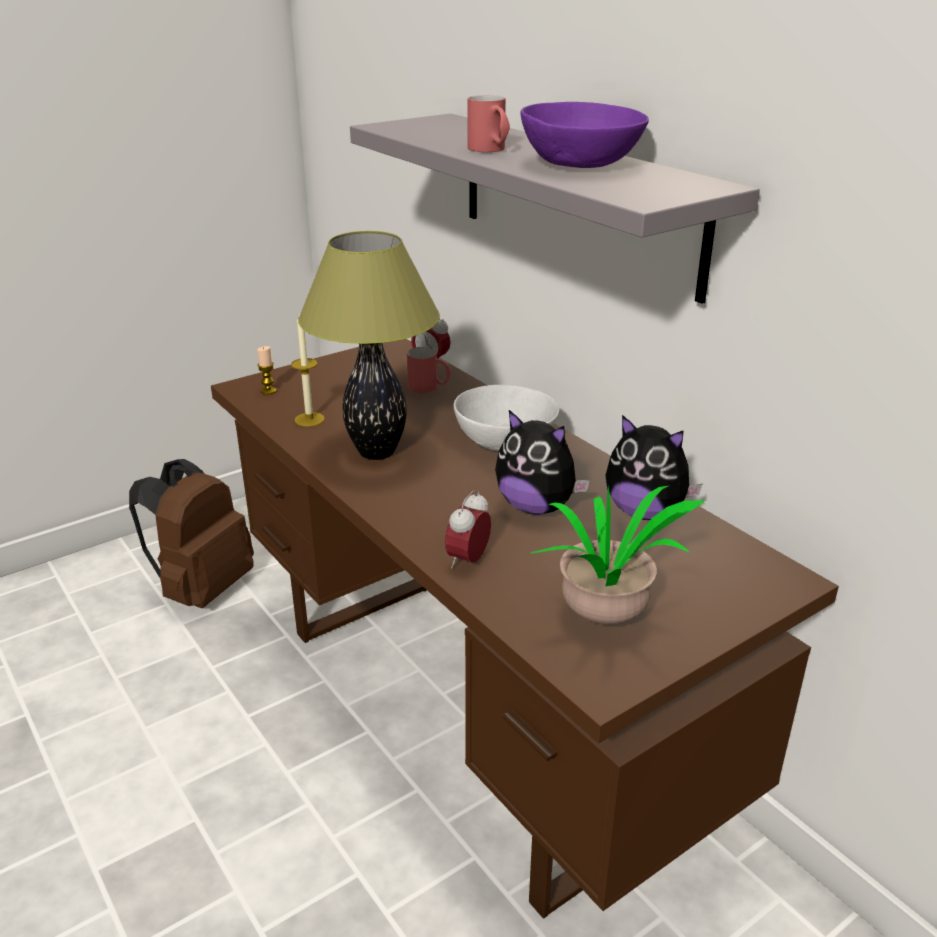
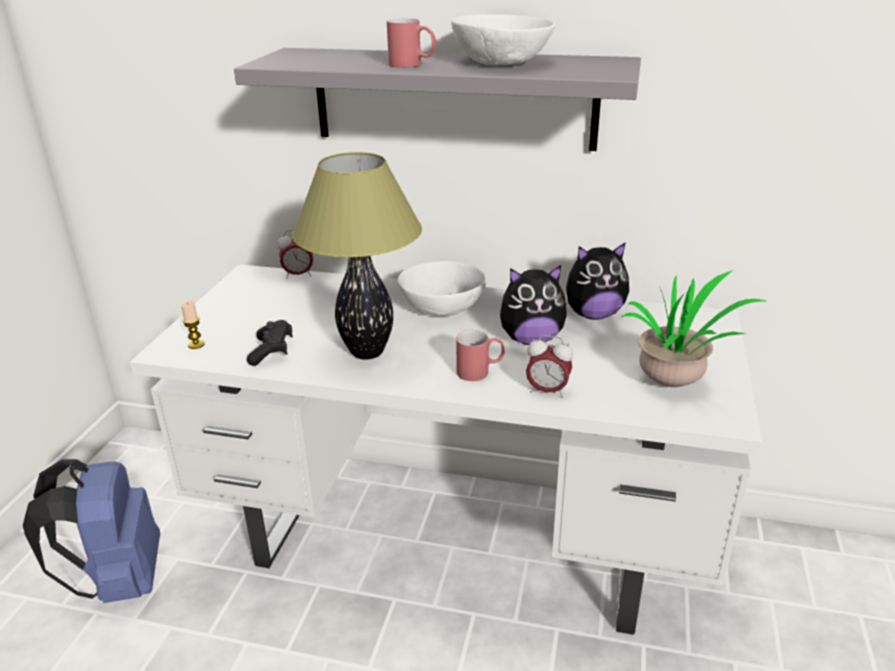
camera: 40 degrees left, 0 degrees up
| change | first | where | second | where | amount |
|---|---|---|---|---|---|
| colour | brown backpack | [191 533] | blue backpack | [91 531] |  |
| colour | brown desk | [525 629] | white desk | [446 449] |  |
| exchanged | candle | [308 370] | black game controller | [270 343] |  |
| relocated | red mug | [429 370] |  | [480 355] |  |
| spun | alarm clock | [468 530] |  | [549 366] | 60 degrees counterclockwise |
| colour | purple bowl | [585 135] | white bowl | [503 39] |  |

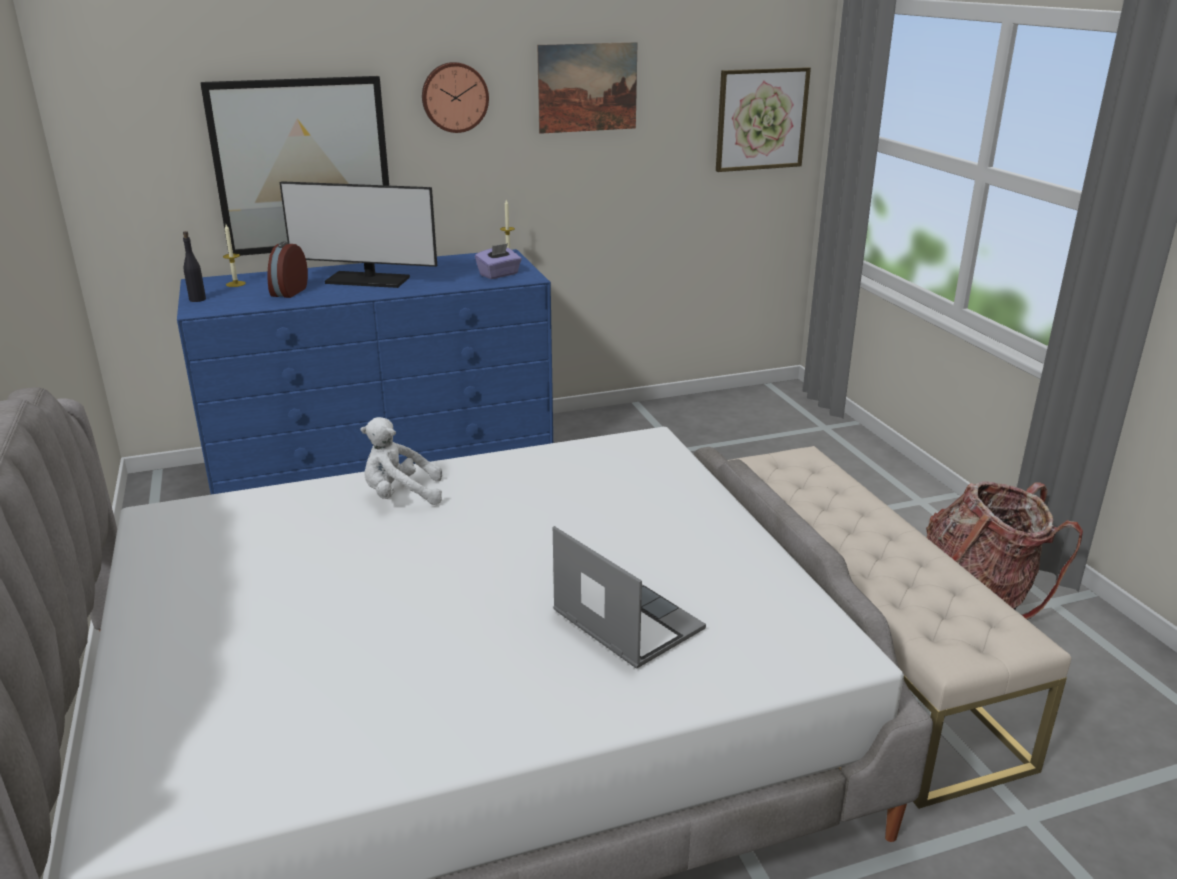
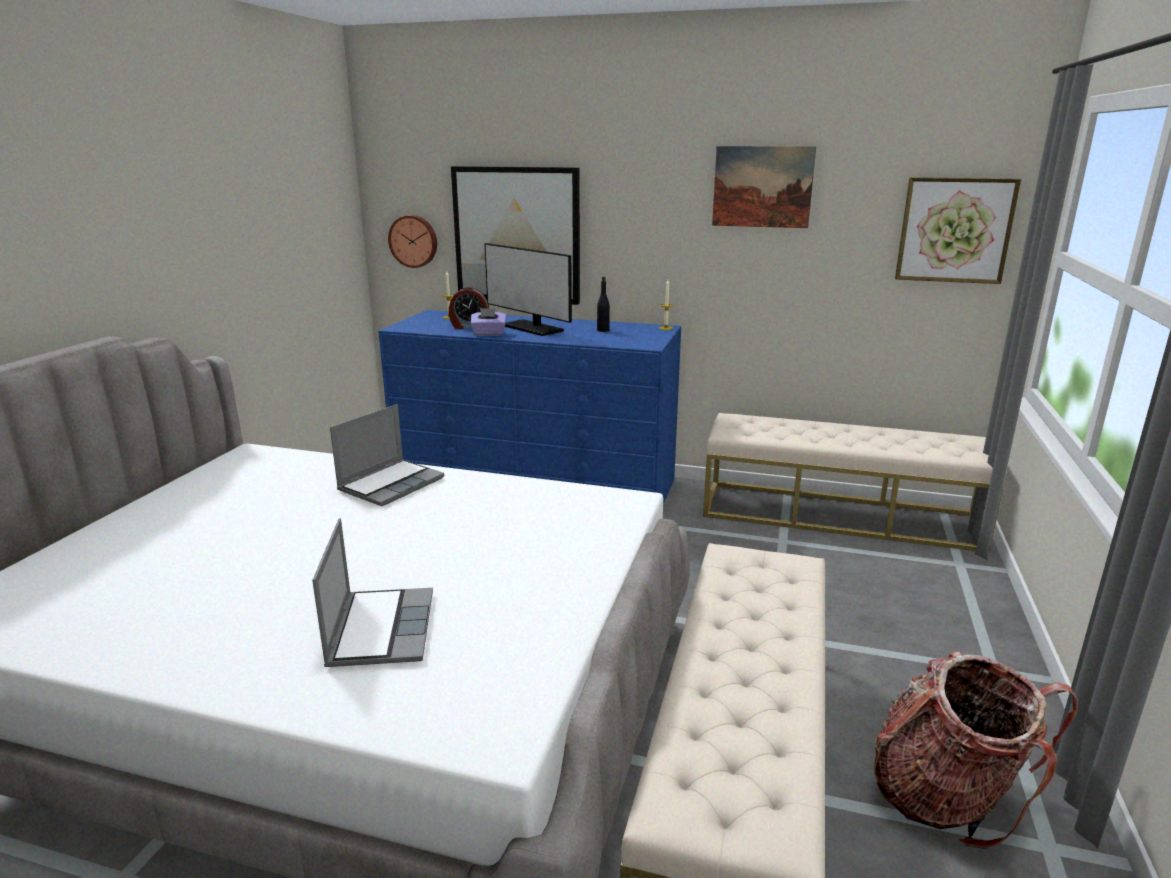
camera: 35 degrees right, 5 degrees down
| change | first | where | second | where | amount |
|---|---|---|---|---|---|
| relocated | black bottle | [194 266] |  | [603 304] |  |
| spun | alarm clock | [287 269] |  | [469 308] | 135 degrees counterclockwise |
| exchanged | white plush toy | [401 461] | laptop | [387 455] |  |
| relocated | wall clock | [455 97] |  | [412 241] |  |
| relocated | purple tissue box | [498 261] |  | [488 322] |  |
| appeared |  |  | beige bench | [855 483] |  |

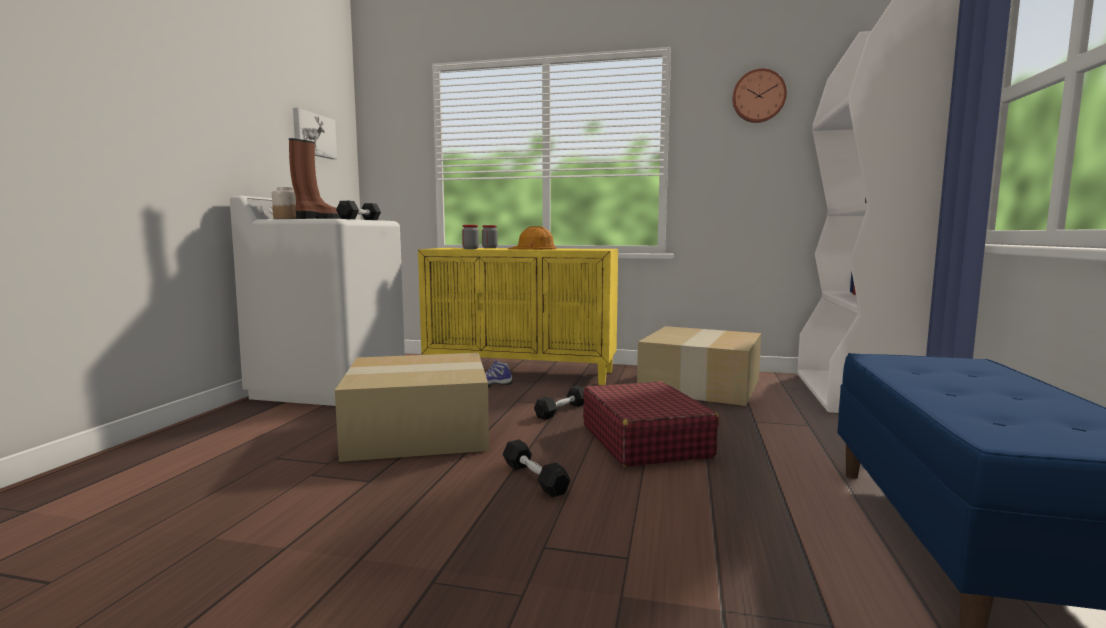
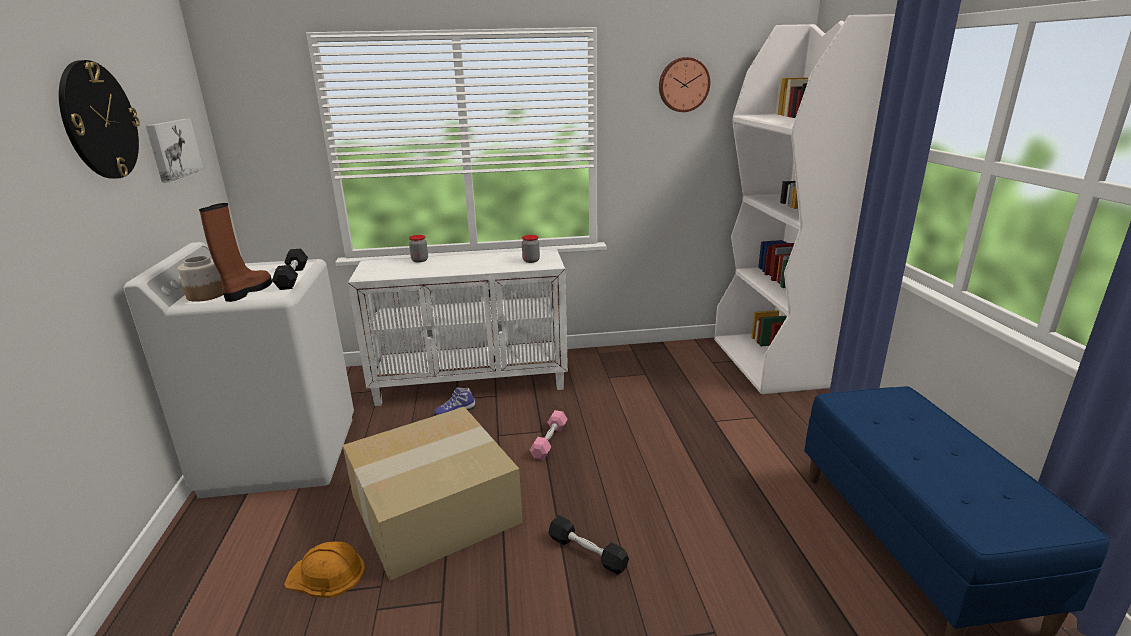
camera: 20 degrees left, 15 degrees up
| change | first | where | second | where | amount |
|---|---|---|---|---|---|
| colour | yellow cabinet | [518 316] | white cabinet | [458 327] |  |
| relocated | jar | [470 237] |  | [531 249] |  |
| relocated | orange hard hat | [532 238] |  | [324 570] |  |
| colour | black dumbbell | [559 402] | pink dumbbell | [549 435] |  |
| missing | red suitcase | [651 424] |  |  |  |
| missing | cardboard box | [699 366] |  |  |  |
| appeared |  |  | wall clock | [99 119] |  |

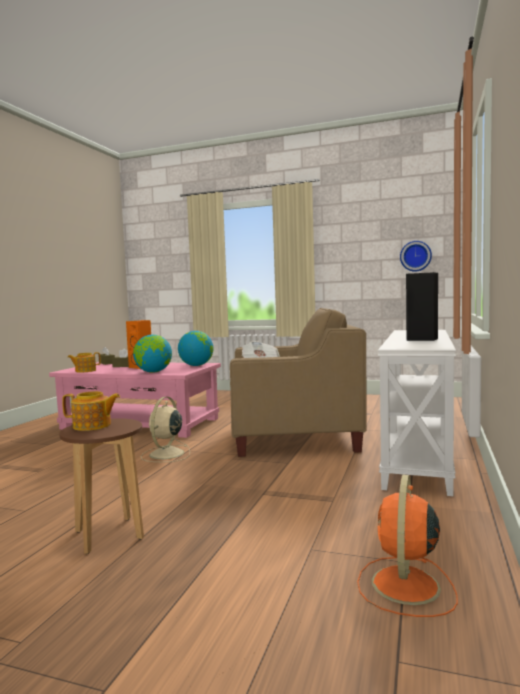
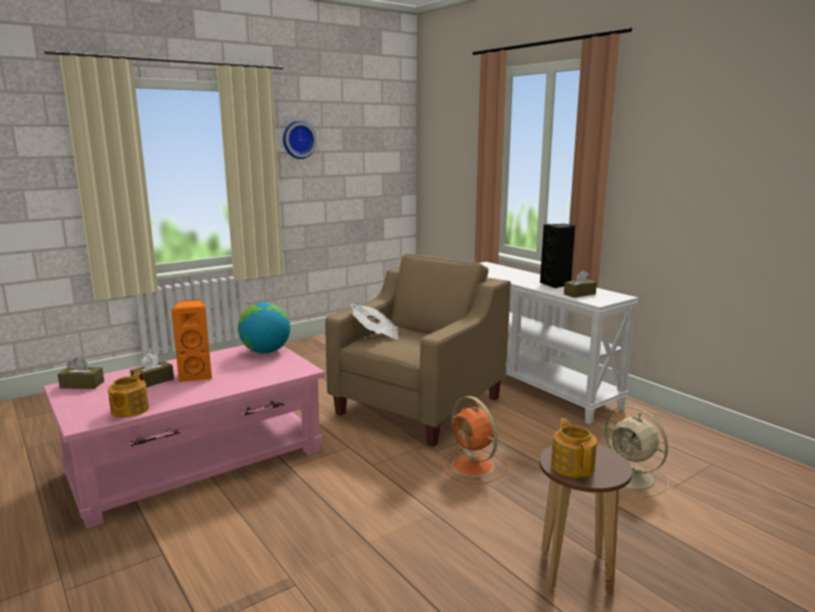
camera: 55 degrees left, 10 degrees up
| change | first | where | second | where | amount |
|---|---|---|---|---|---|
| spun | teapot | [91 411] |  | [574 448] | 45 degrees counterclockwise |
| missing | globe | [152 354] |  |  |  |
| relocated | beige fan | [165 429] |  | [636 452] |  |
| relocated | orange fan | [407 546] |  | [474 440] |  |
| relocated | wall clock | [416 256] |  | [300 140] |  |
| appeared |  |  | brown tissue box | [580 284] |  |

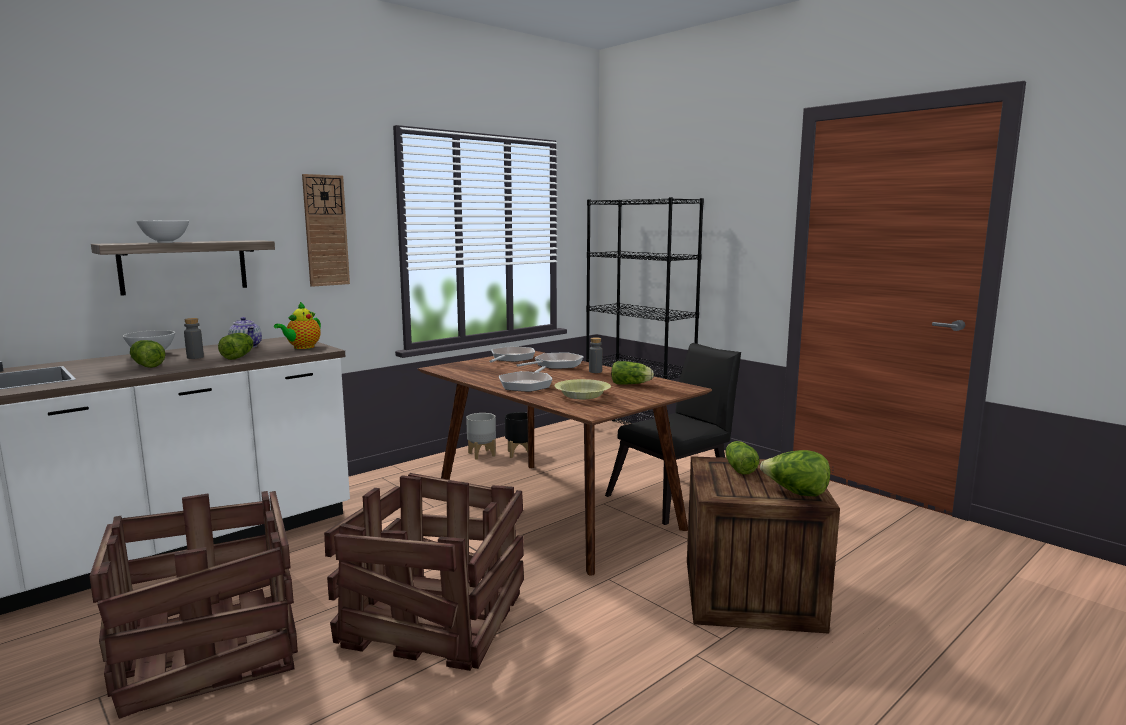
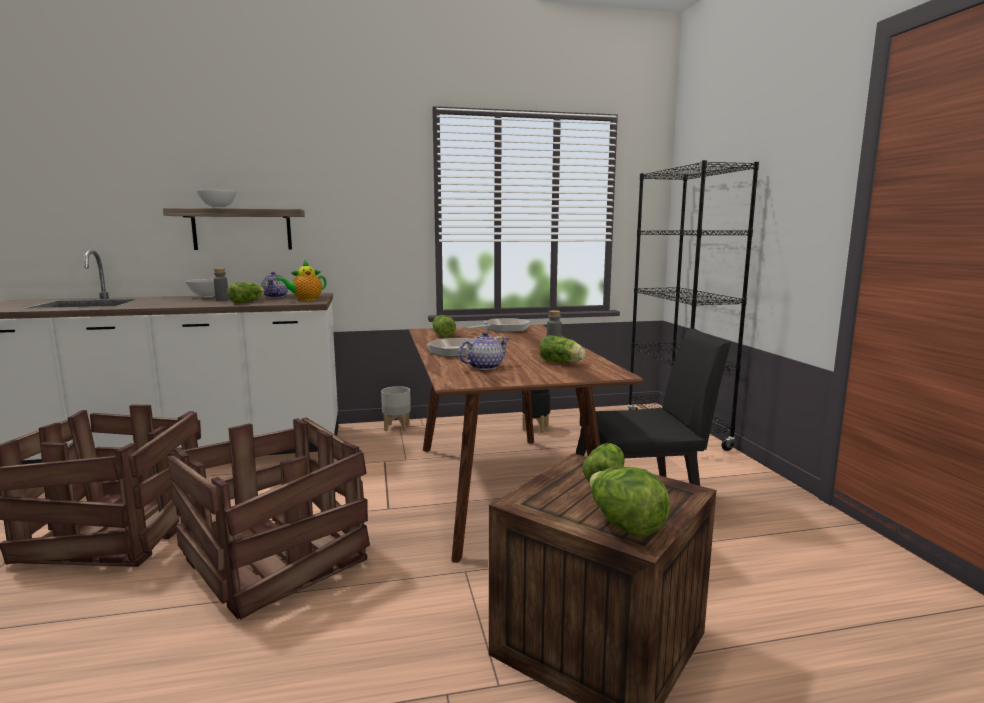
camera: 30 degrees right, 0 degrees up
| change | first | where | second | where | amount |
|---|---|---|---|---|---|
| relocated | lettuce | [147 354] |  | [444 326] |  |
| missing | wall clock | [326 230] |  |  |  |
| relocated | grey planter | [481 436] |  | [396 408] |  |
| missing | frying pan | [550 360] |  |  |  |
| exchanged | yellow bowl | [582 389] | teapot | [484 351] |  |

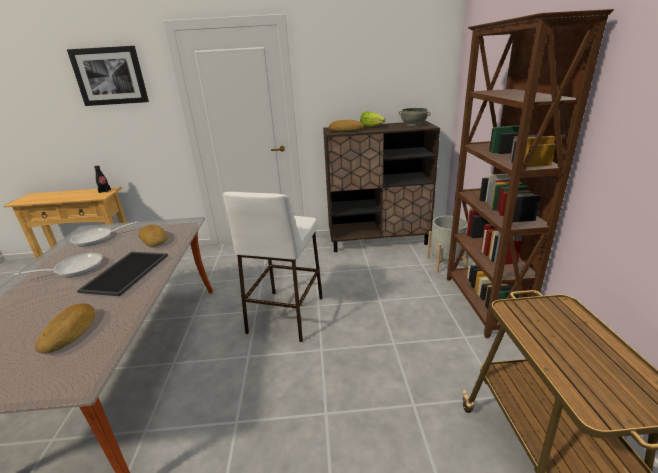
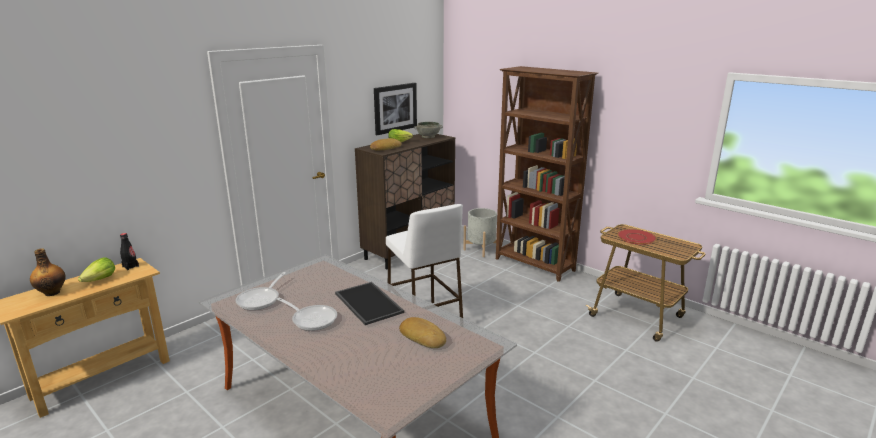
camera: 45 degrees left, 5 degrees down
| change | first | where | second | where | amount |
|---|---|---|---|---|---|
| spun | frying pan | [58 265] |  | [307 314] | 105 degrees clockwise |
| relocated | picture | [108 76] |  | [395 109] |  |
| missing | bread | [153 236] |  |  |  |
| appeared |  |  | bottle | [48 272] |  |
| appeared |  |  | lettuce | [96 269] |  |
| appeared |  |  | red plate | [637 237] |  |

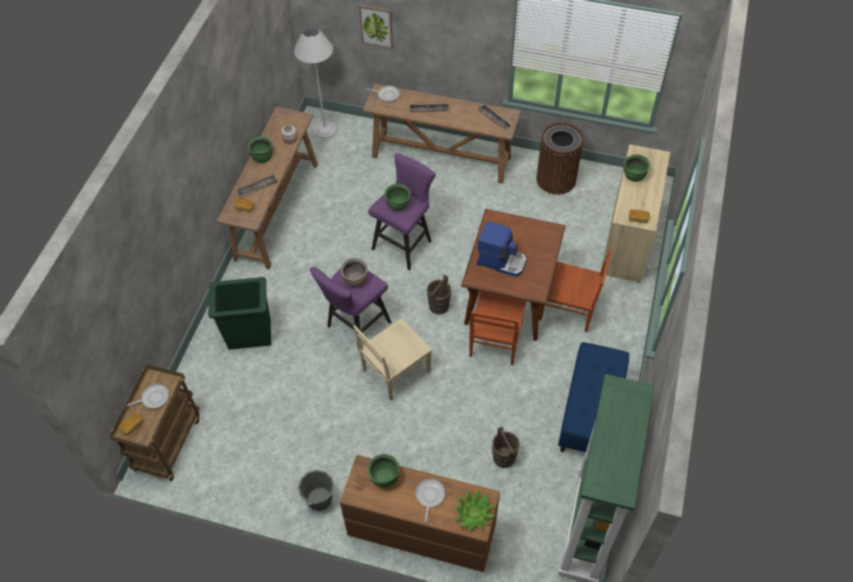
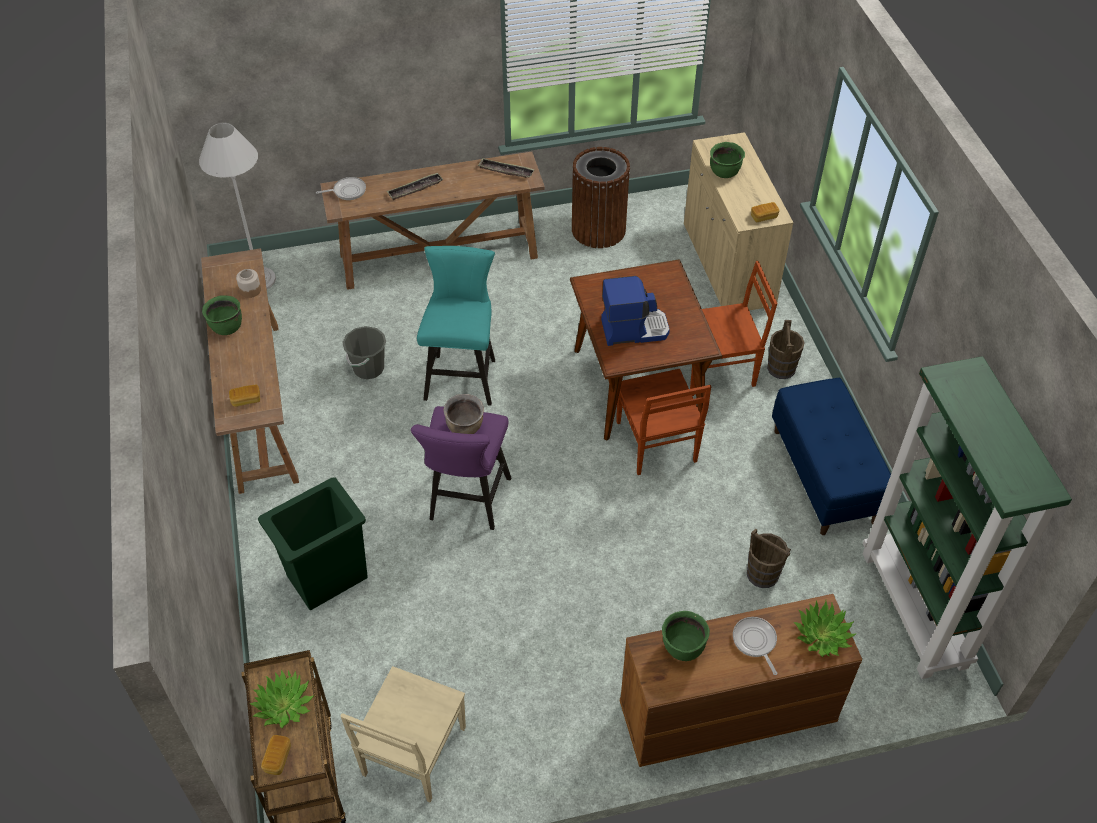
camera: 30 degrees left, 5 degrees down
| change | first | where | second | where | amount |
|---|---|---|---|---|---|
| exchanged | frying pan | [148 396] | potted plant | [282 699] |  |
| missing | tray | [257 185] |  |  |  |
| relocated | grey bucket | [316 490] |  | [364 353] |  |
| relocated | beige chair | [392 359] |  | [403 734] |  |
| missing | picture | [376 27] |  |  |  |
| colour | purple stool | [402 211] | turquoise stool | [456 326] |  |
| missing | green cooking pot | [398 197] |  |  |  |
| relocated | brown bucket | [439 294] |  | [786 349] |  |

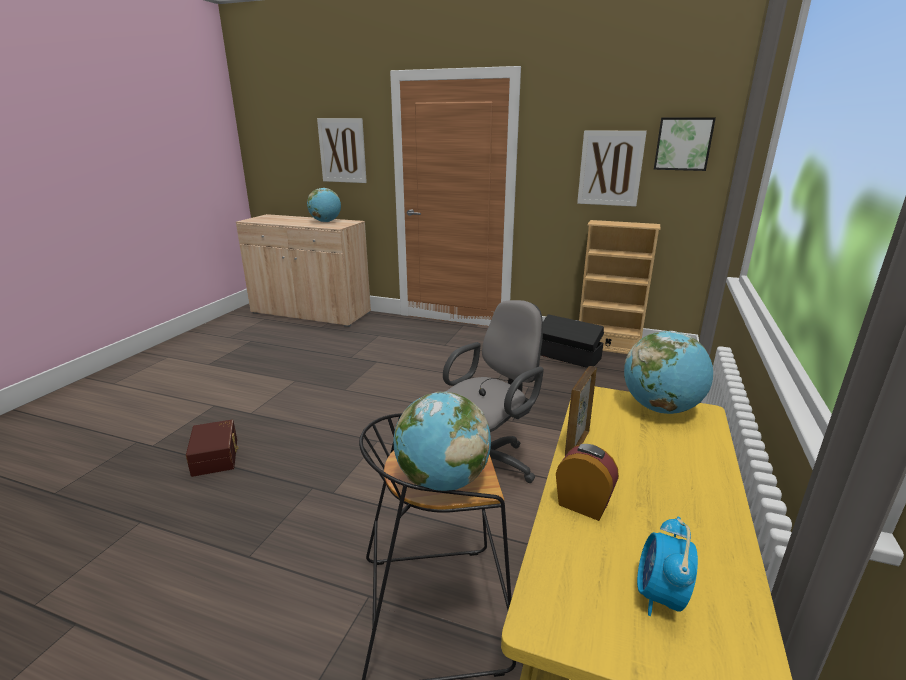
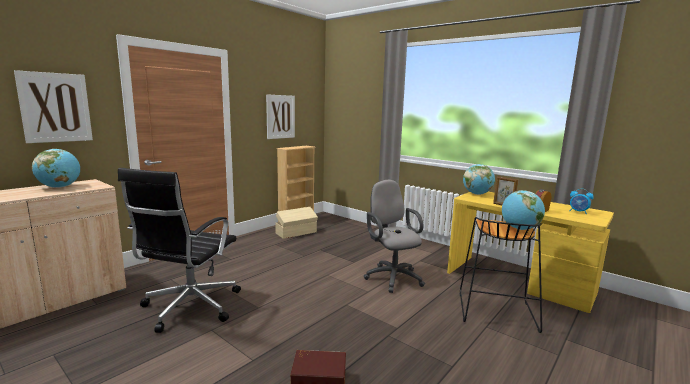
camera: 70 degrees left, 10 degrees down
| change | first | where | second | where | amount |
|---|---|---|---|---|---|
| colour | black storage box | [572 341] | beige storage box | [296 223] |  |
| missing | picture | [685 144] |  |  |  |
| appeared |  |  | black office chair | [179 250] |  |

